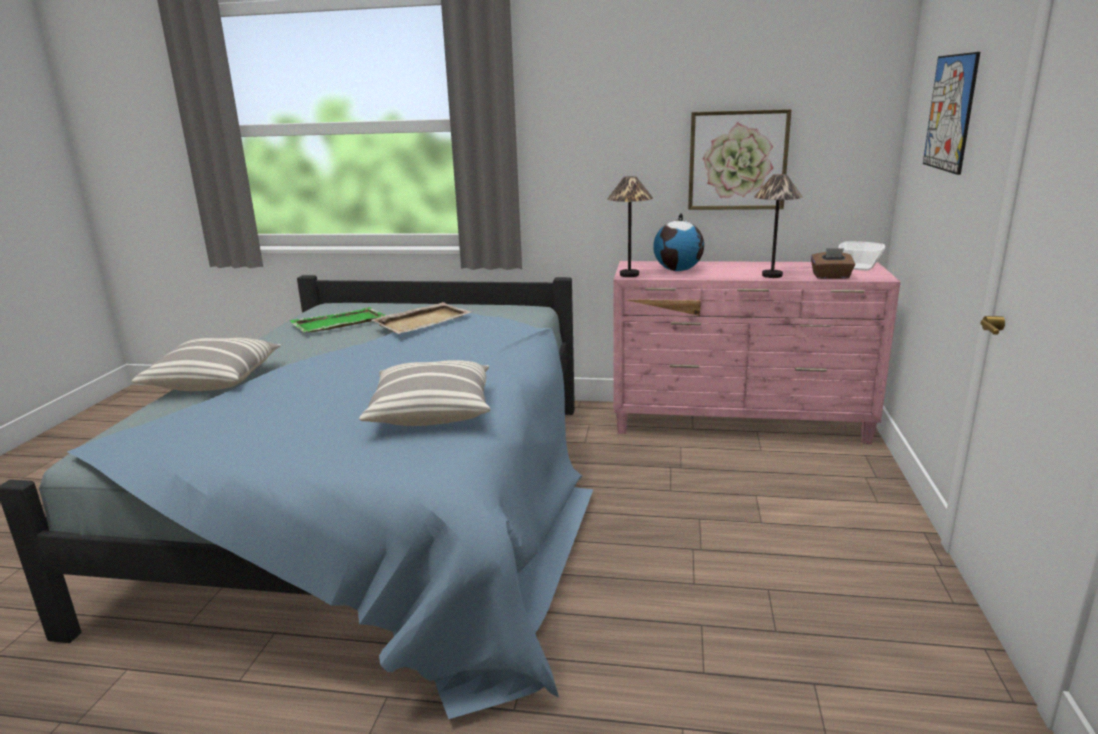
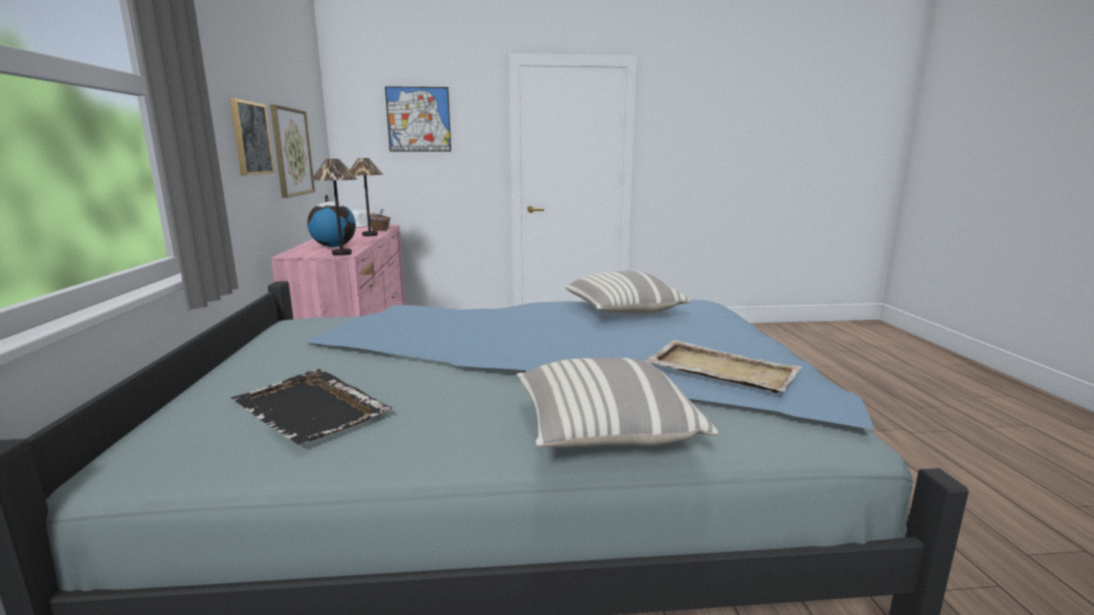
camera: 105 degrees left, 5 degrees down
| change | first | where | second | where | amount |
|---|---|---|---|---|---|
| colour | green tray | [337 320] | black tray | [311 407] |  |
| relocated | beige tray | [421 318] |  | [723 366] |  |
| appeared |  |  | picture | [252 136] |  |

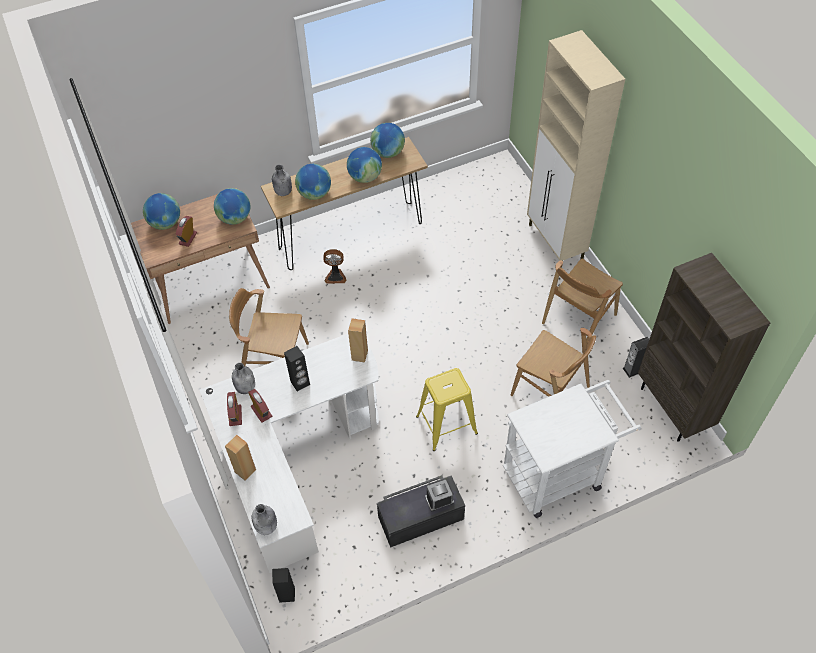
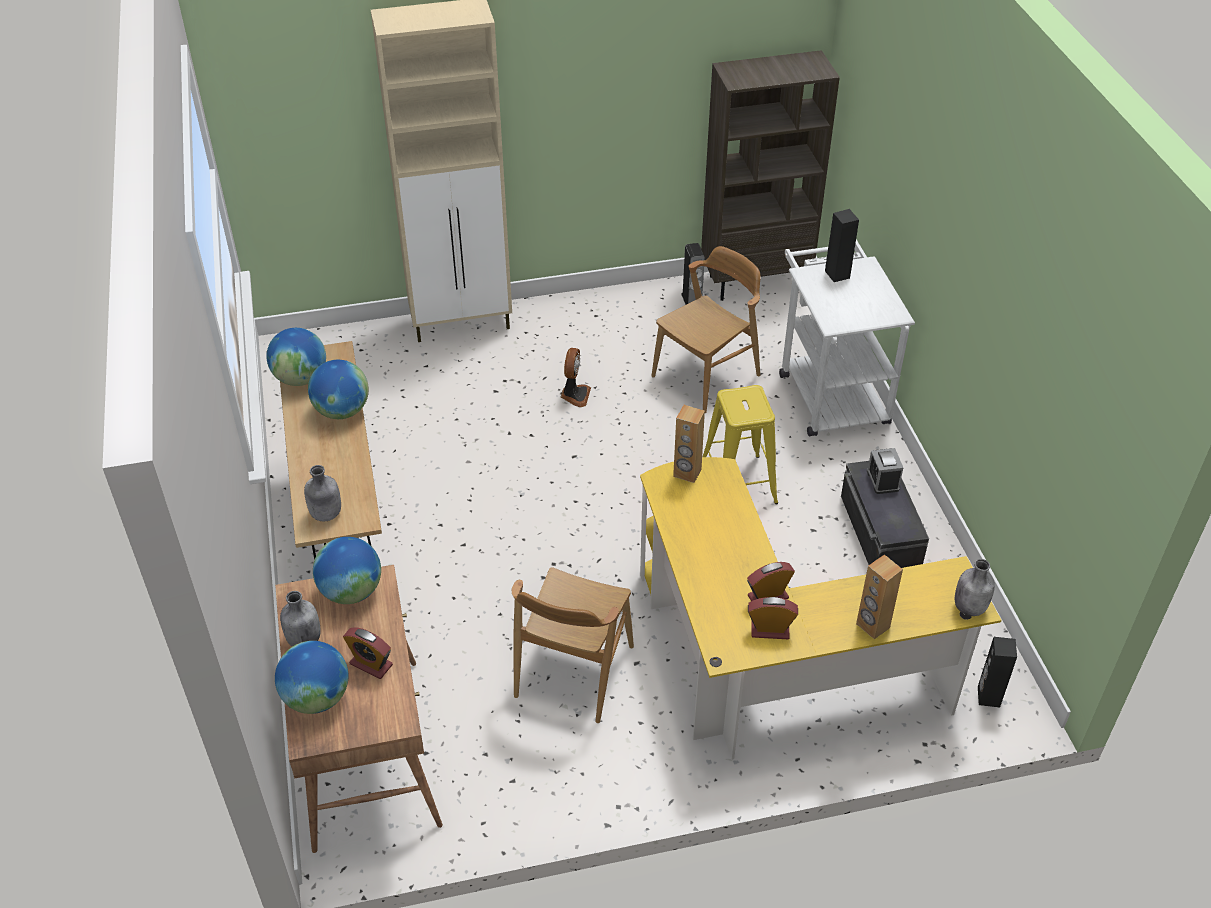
camera: 80 degrees left, 10 degrees down
| change | first | where | second | where | amount |
|---|---|---|---|---|---|
| colour | white desk | [289 453] | yellow desk | [821 608] |  |
| relocated | grey bottle | [243 378] |  | [300 619] |  |
| relocated | black speaker | [297 368] |  | [842 245] |  |
| missing | globe | [313 182] |  |  |  |
| relocated | fan | [334 266] |  | [576 377] |  |
| missing | brown chair | [582 301] |  |  |  |

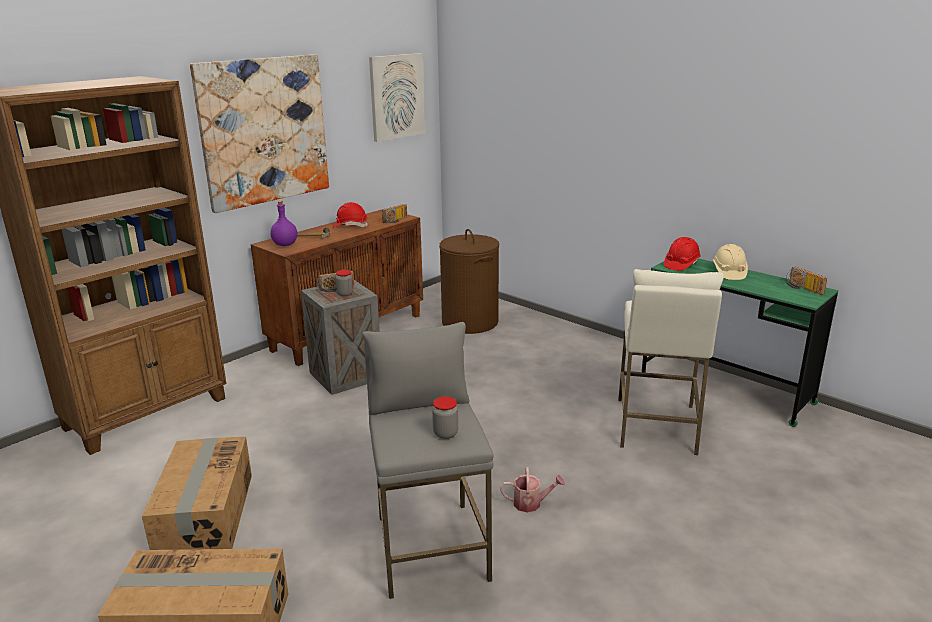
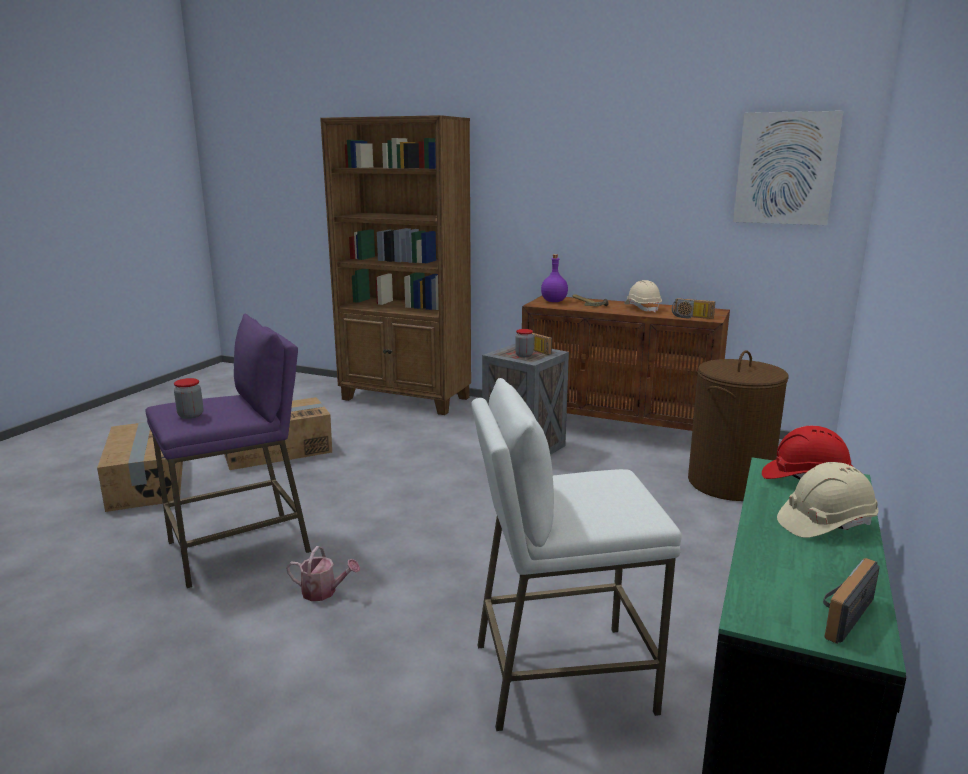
camera: 70 degrees right, 5 degrees down
| change | first | where | second | where | amount |
|---|---|---|---|---|---|
| missing | picture | [259 134] |  |  |  |
| colour | red hard hat | [350 215] | beige hard hat | [643 296] |  |
| colour | grey stool | [428 460] | purple stool | [228 451] |  |
| spun | watering can | [532 489] |  | [323 573] | 60 degrees counterclockwise |

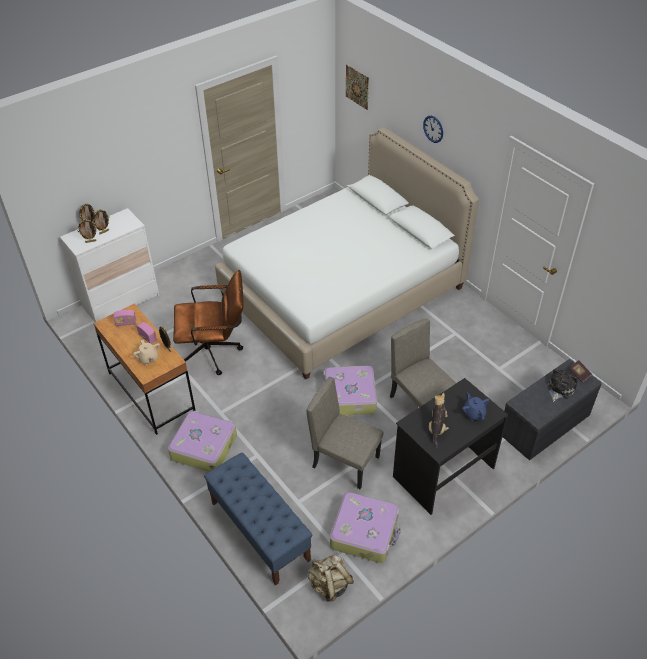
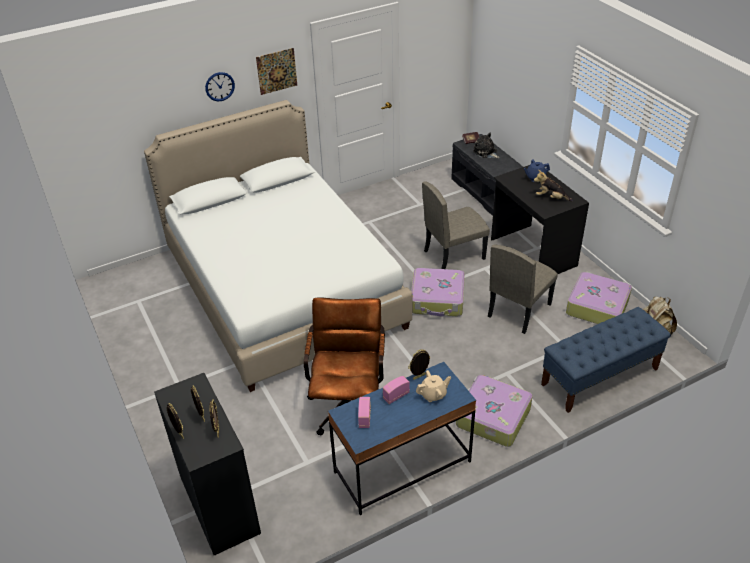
camera: 80 degrees left, 5 degrees down
| change | first | where | second | where | amount |
|---|---|---|---|---|---|
| colour | white dresser | [109 265] | black dresser | [207 464] |  |
| colour | brown desk | [144 369] | blue desk | [402 438] |  |
| relocated | picture | [357 87] |  | [276 71] |  |

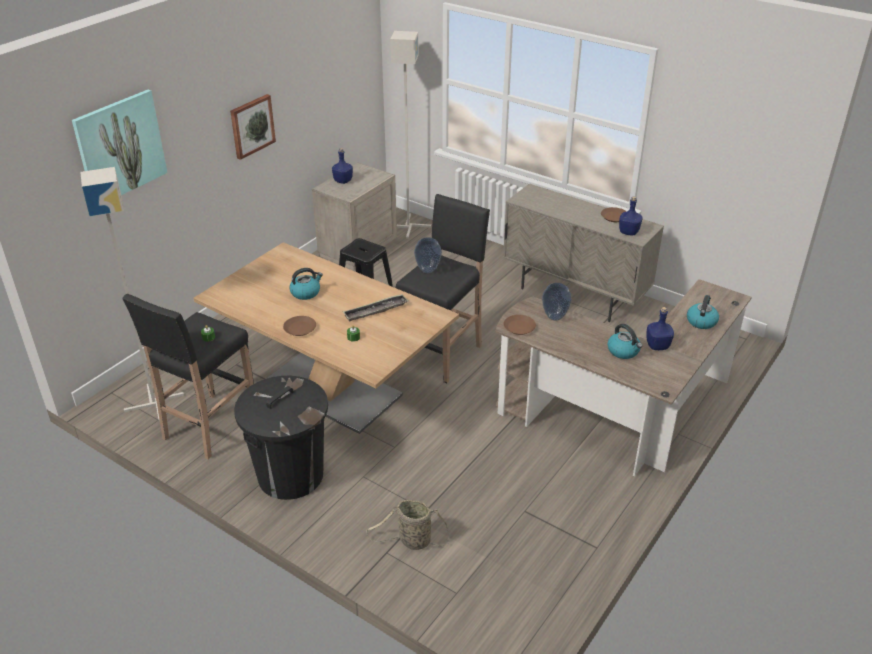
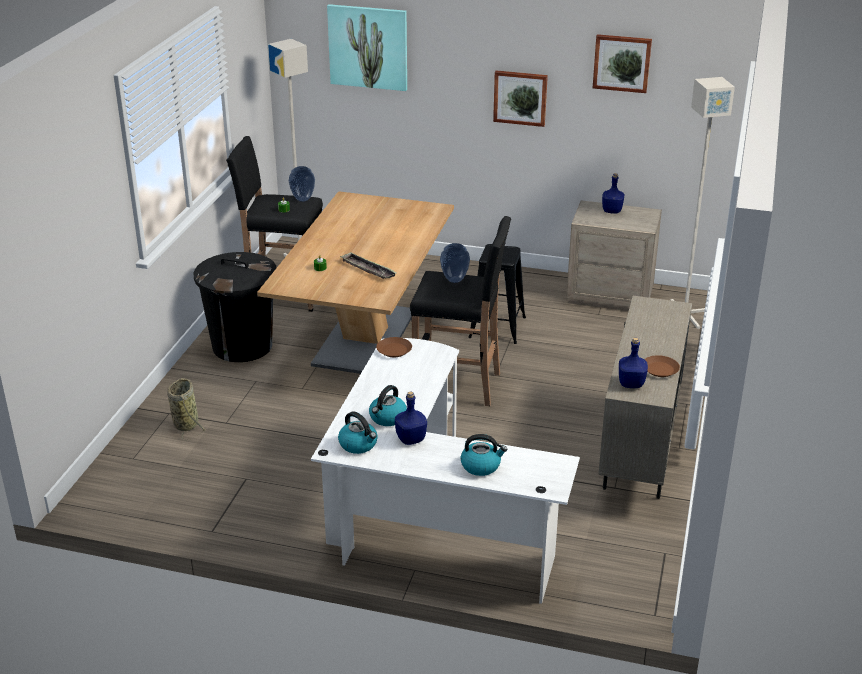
camera: 70 degrees right, 5 degrees down
| change | first | where | second | where | amount |
|---|---|---|---|---|---|
| missing | brown plate | [299 326] |  |  |  |
| relocated | kettle | [306 284] |  | [358 432] |  |
| colour | brown desk | [624 377] | white desk | [445 471] |  |
| relocated | vase | [557 302] |  | [302 184] |  |
| appeared |  |  | picture | [622 63] |  |

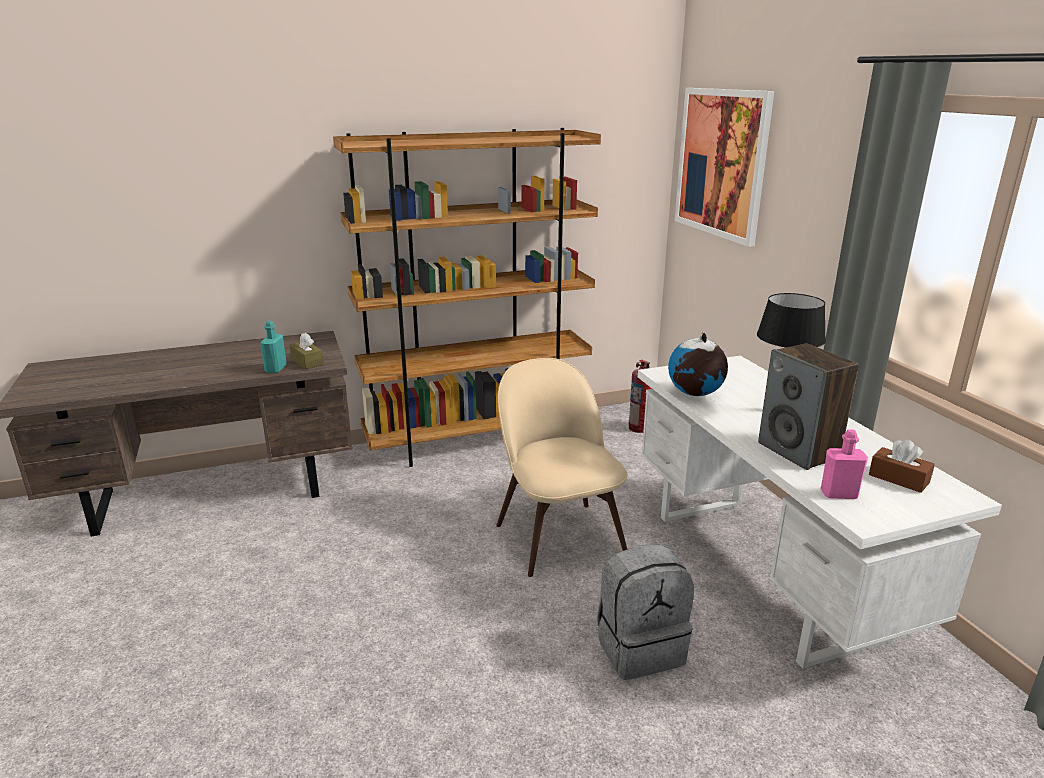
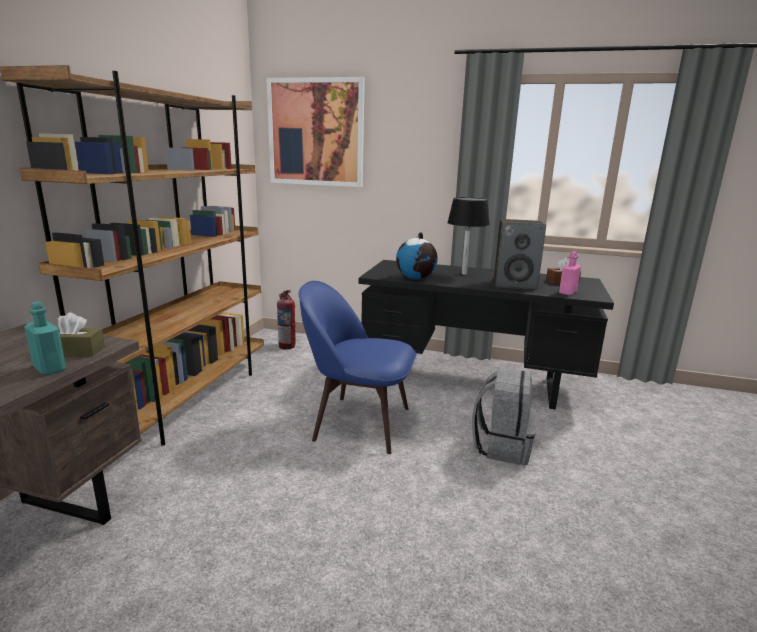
camera: 55 degrees left, 5 degrees down
| change | first | where | second | where | amount |
|---|---|---|---|---|---|
| colour | beige chair | [562 467] | blue chair | [357 367] |  |
| colour | white desk | [820 512] | black desk | [486 335] |  |

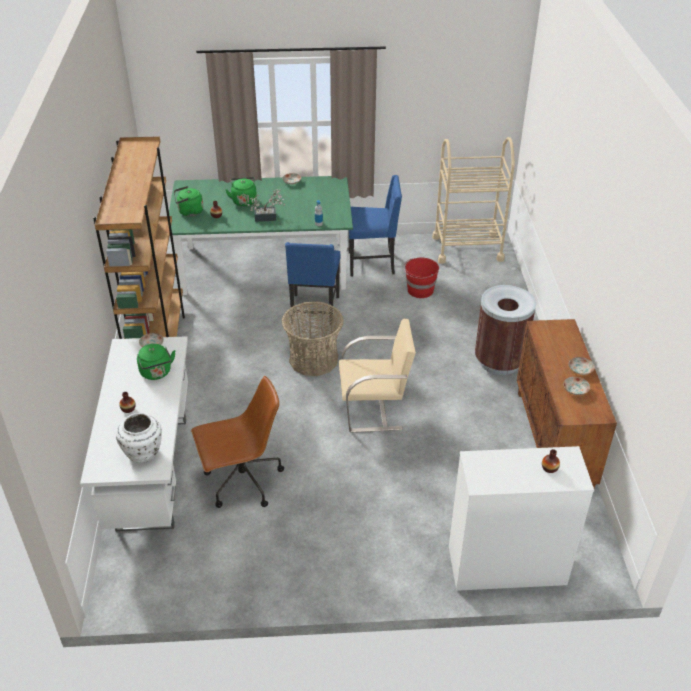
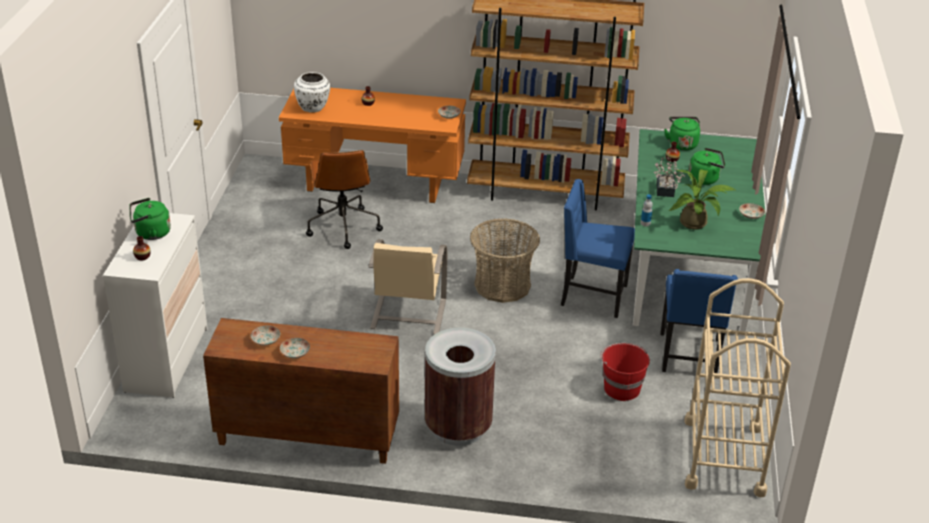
camera: 100 degrees right, 5 degrees down
| change | first | where | second | where | amount |
|---|---|---|---|---|---|
| colour | white desk | [134 434] | orange desk | [372 145] |  |
| relocated | green kettle | [156 362] |  | [150 219] |  |
| appeared |  |  | potted plant | [702 199] |  |

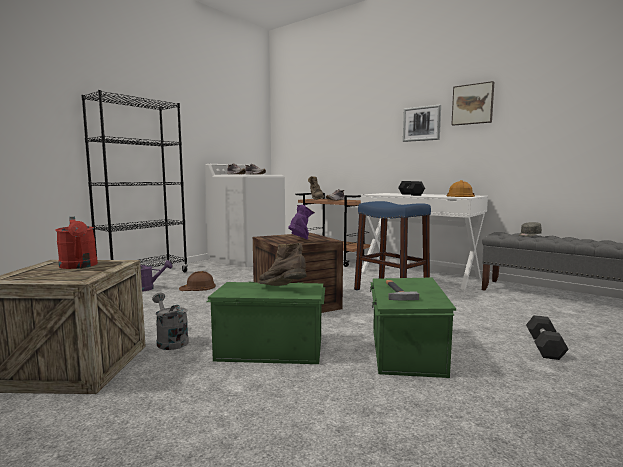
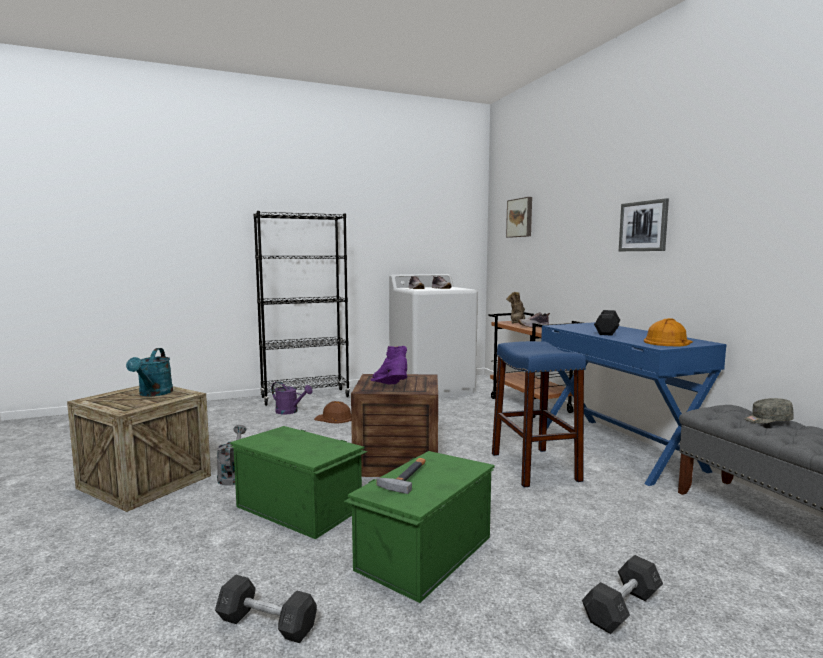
camera: 30 degrees right, 0 degrees up
| change | first | where | second | where | amount |
|---|---|---|---|---|---|
| colour | red watering can | [76 243] | turquoise watering can | [149 372] |  |
| missing | brown boot | [282 264] |  |  |  |
| spun | purple boot | [301 222] |  | [389 365] | 75 degrees counterclockwise |
| colour | white desk | [424 241] | blue desk | [634 404] |  |
| relocated | picture | [472 103] |  | [519 217] |  |
| appeared |  |  | grey dumbbell | [266 609] |  |

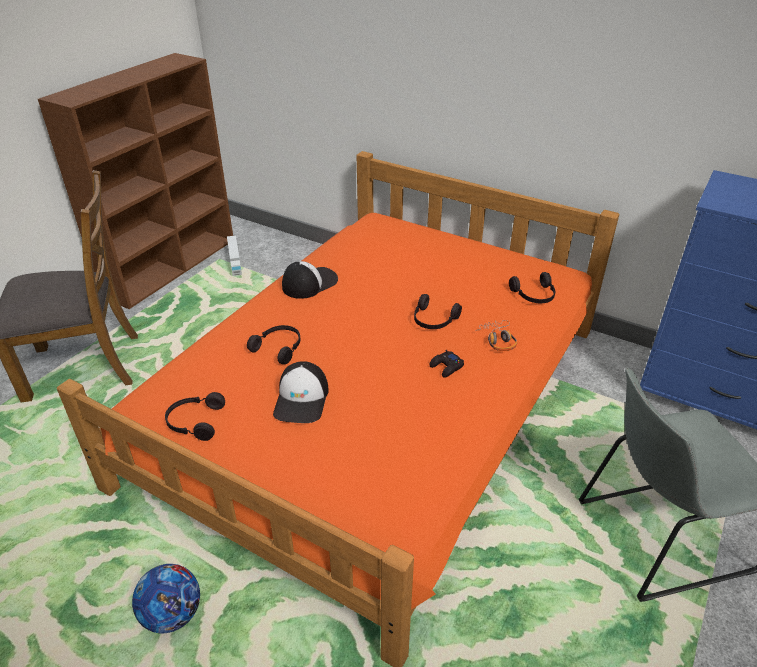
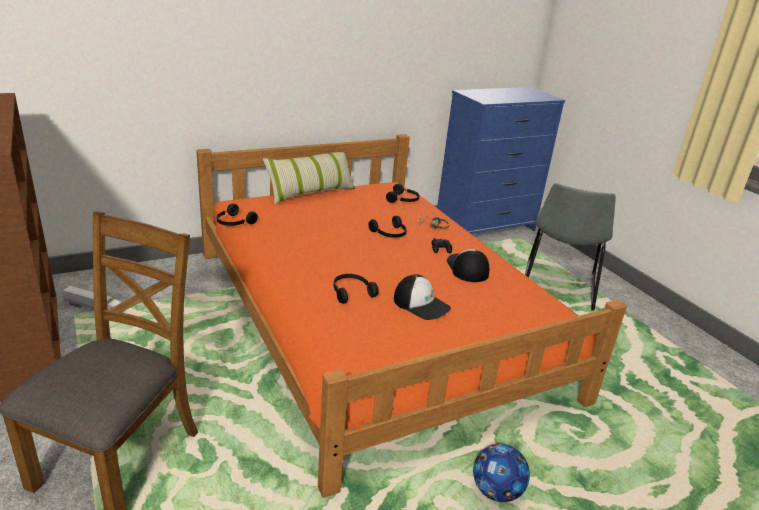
camera: 60 degrees left, 10 degrees down
| change | first | where | second | where | amount |
|---|---|---|---|---|---|
| relocated | black headphones | [195 416] |  | [237 214] |  |
| relocated | cap | [310 280] |  | [468 265] |  |
| appeared |  |  | pillow | [309 178] |  |

